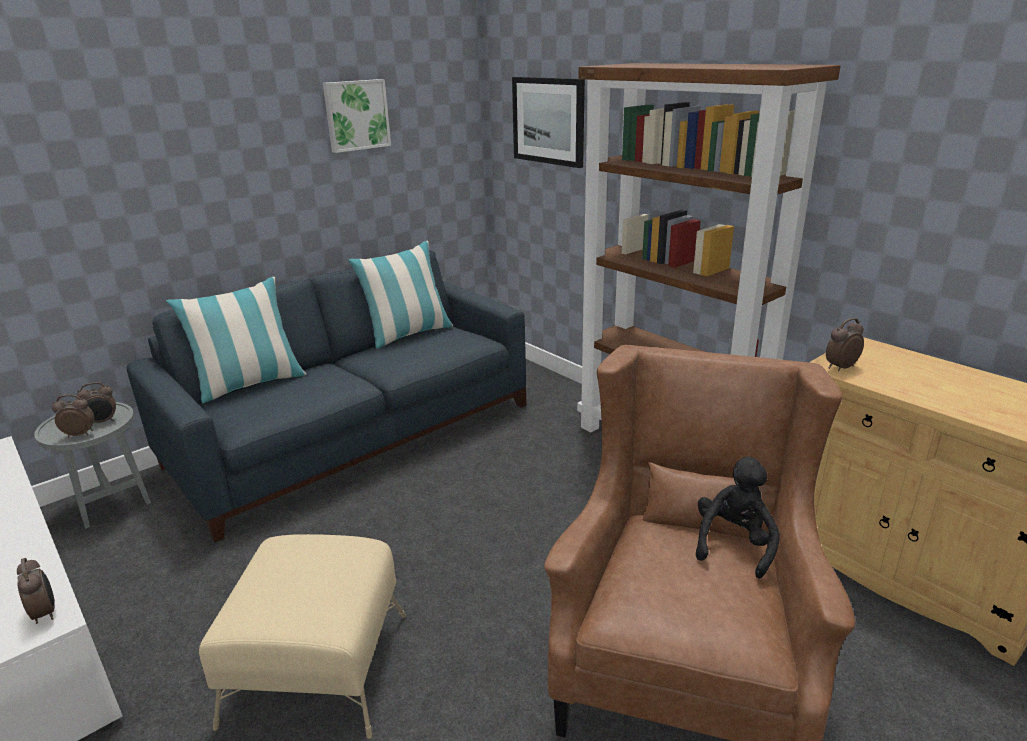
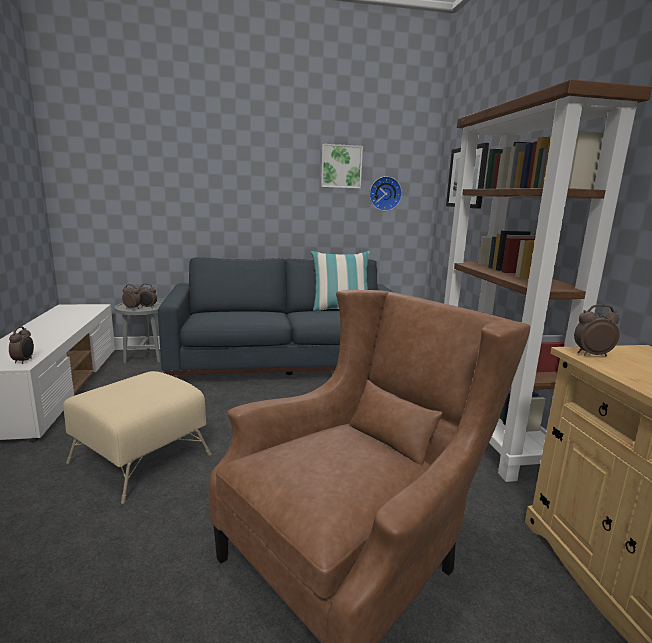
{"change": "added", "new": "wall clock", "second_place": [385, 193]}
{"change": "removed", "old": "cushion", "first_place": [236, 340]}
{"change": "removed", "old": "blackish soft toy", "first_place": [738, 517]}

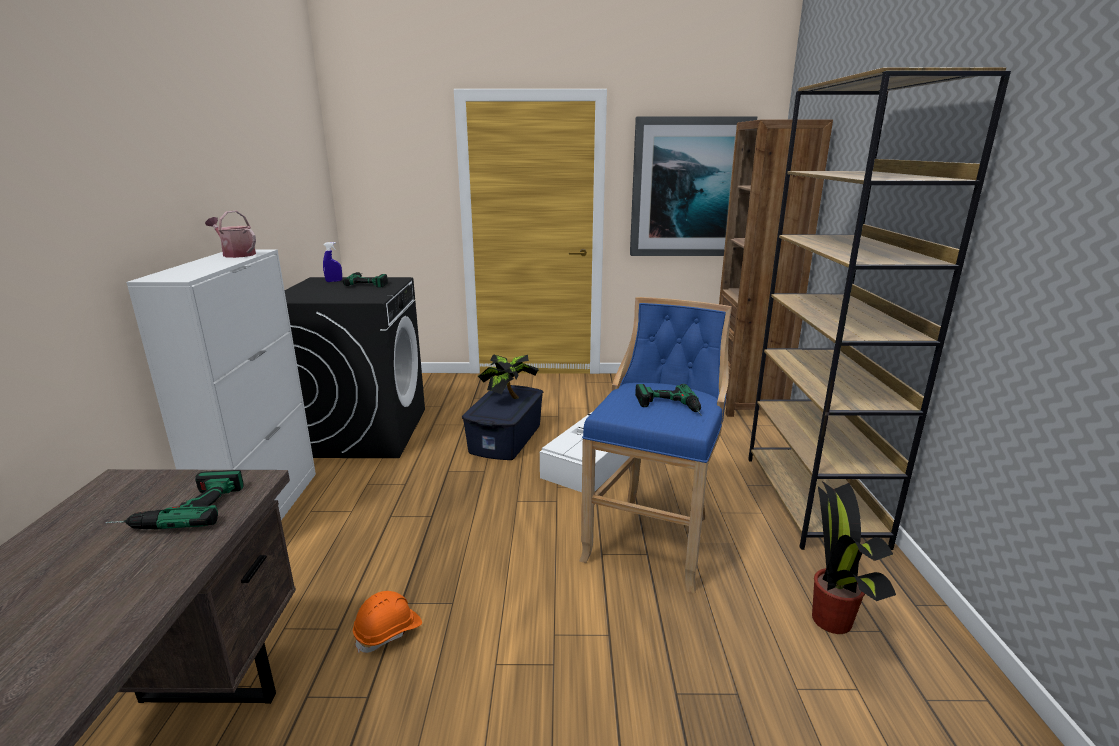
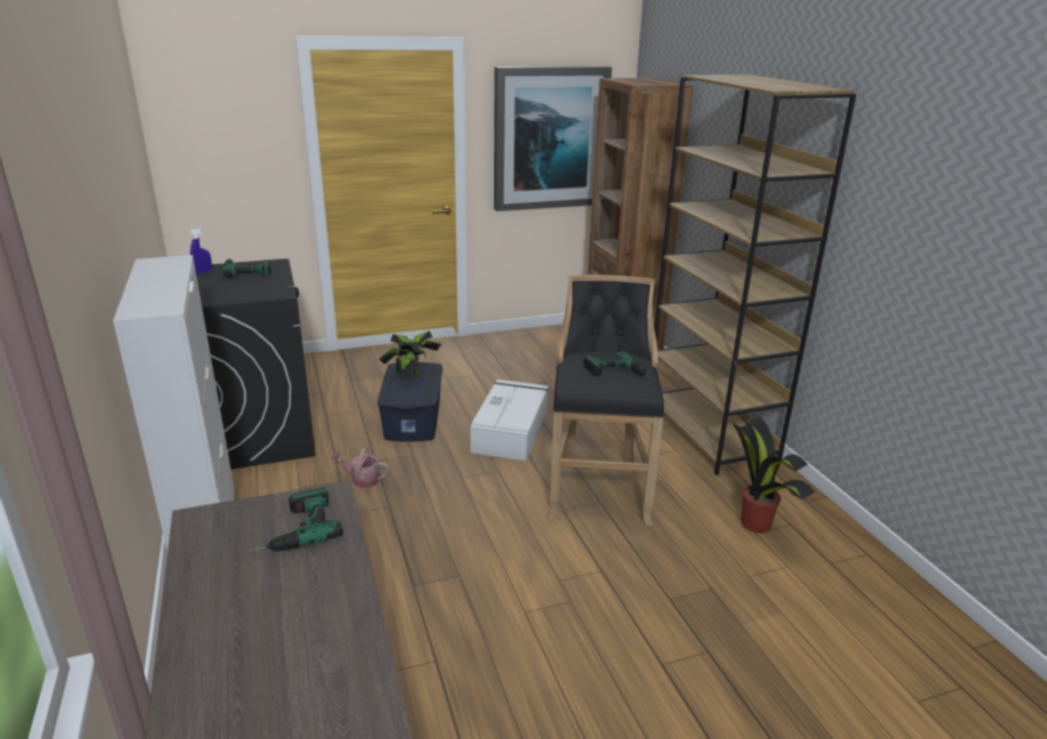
{"change": "moved", "old": "sprinkling can", "first_place": [230, 234], "second_place": [360, 467]}
{"change": "recoloured", "old": "blue-coloured stool seat", "new": "blackish stool seat", "first_place": [655, 445], "second_place": [606, 400]}
{"change": "removed", "old": "orange-coloured work helmet", "first_place": [387, 622]}

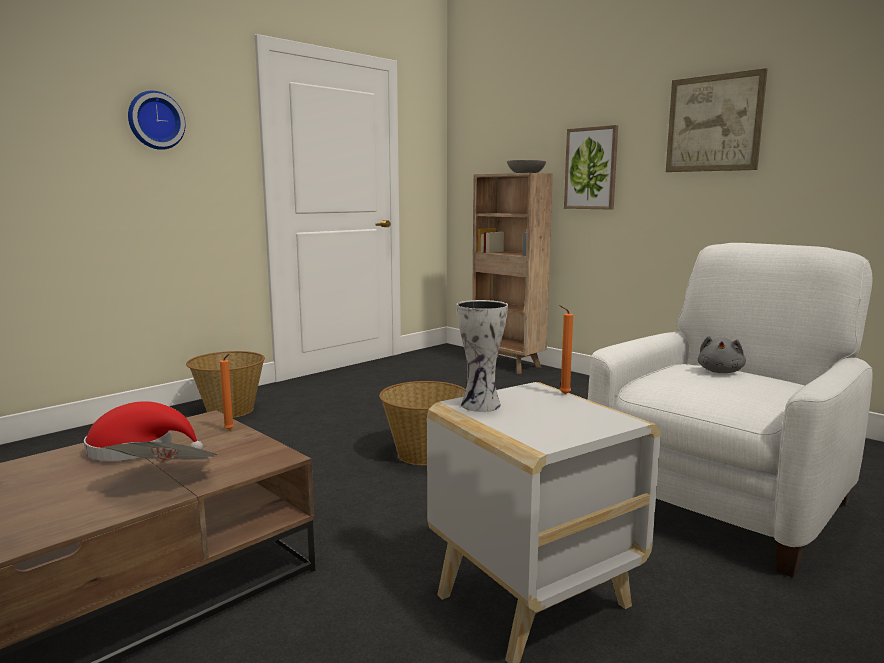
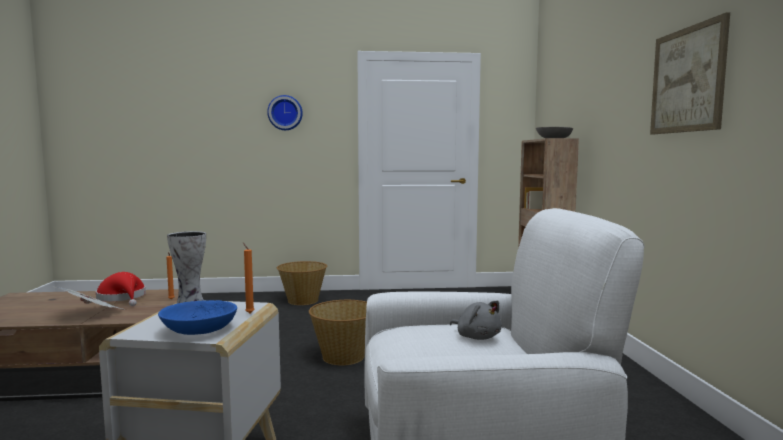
{"change": "added", "new": "blue-coloured deep dish", "second_place": [197, 317]}
{"change": "turned", "old": "grey soft toy", "first_place": [722, 354], "second_place": [476, 320], "degrees": -105}
{"change": "removed", "old": "picture", "first_place": [591, 167]}

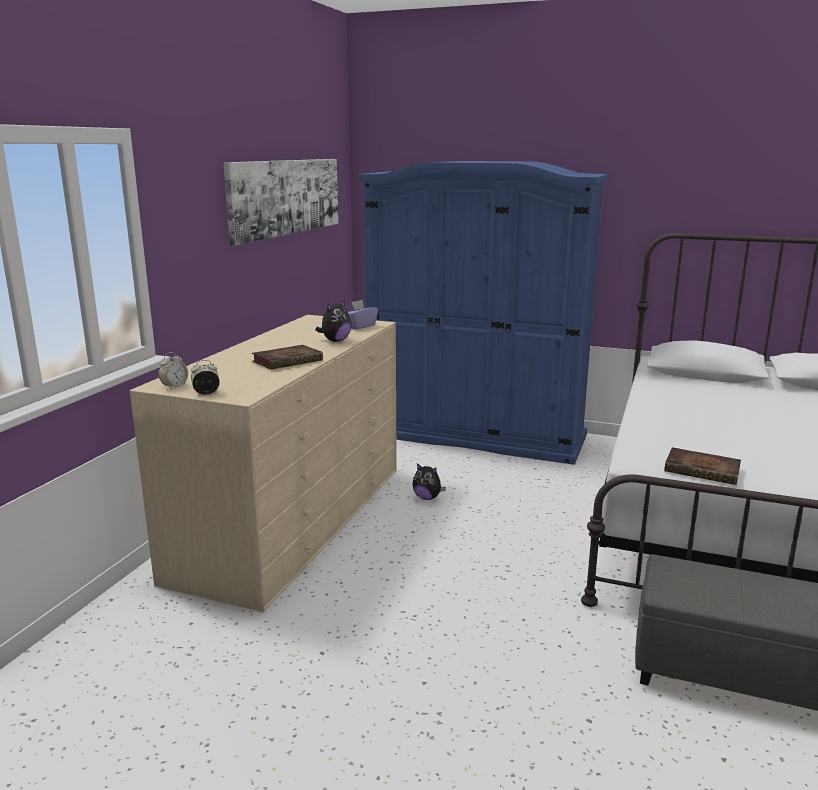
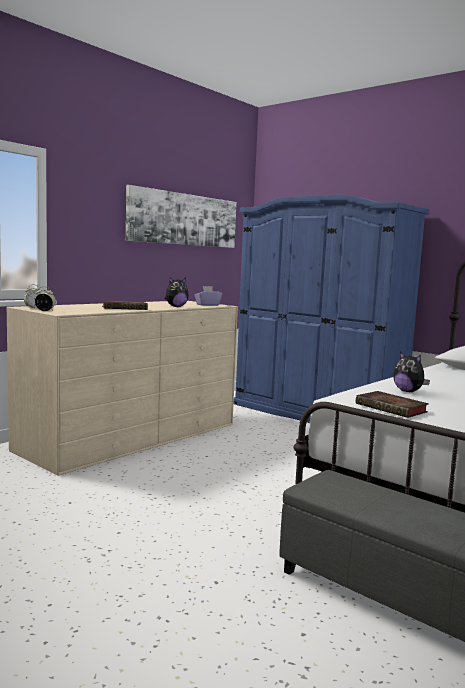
{"change": "moved", "old": "soft toy", "first_place": [429, 481], "second_place": [411, 371]}

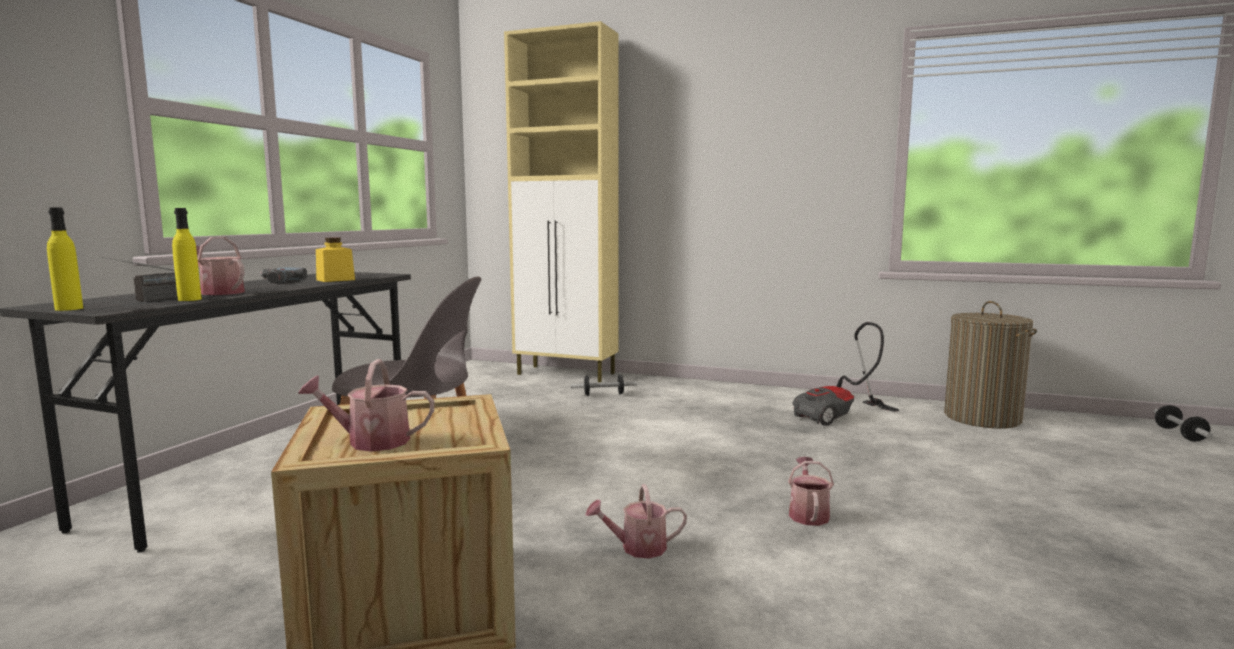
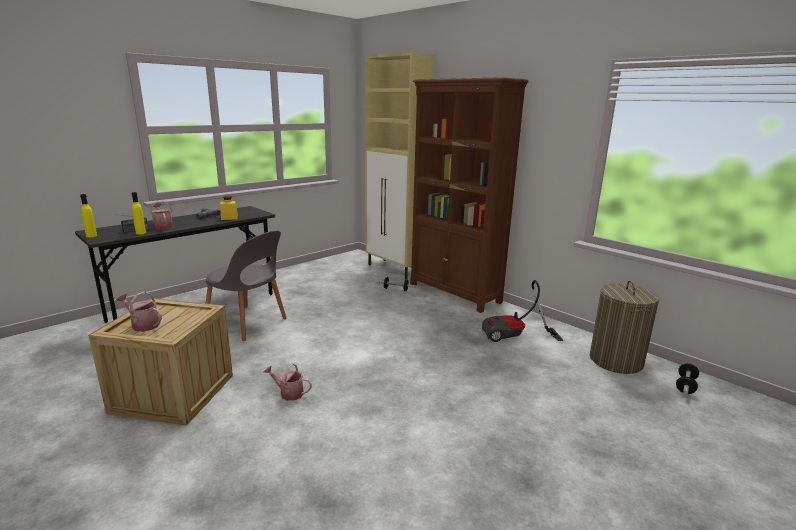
{"change": "added", "new": "brown bookcase", "second_place": [469, 195]}
{"change": "moved", "old": "dumbbell", "first_place": [1183, 423], "second_place": [687, 378]}
{"change": "removed", "old": "sprinkling can", "first_place": [811, 491]}

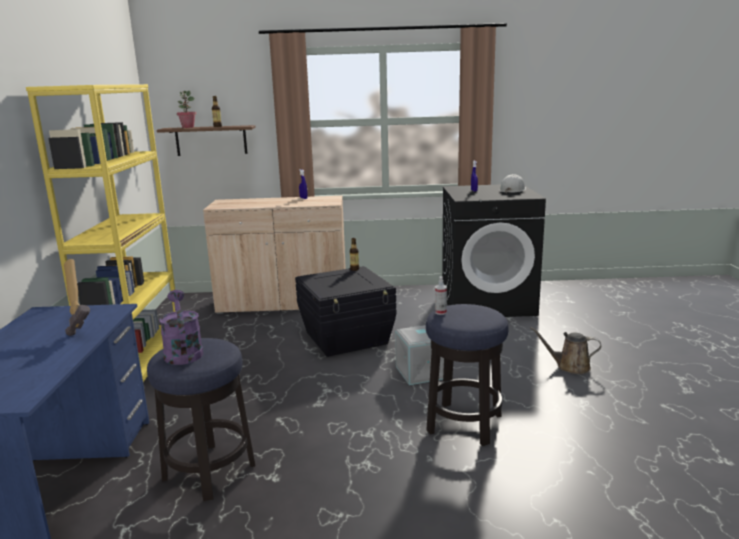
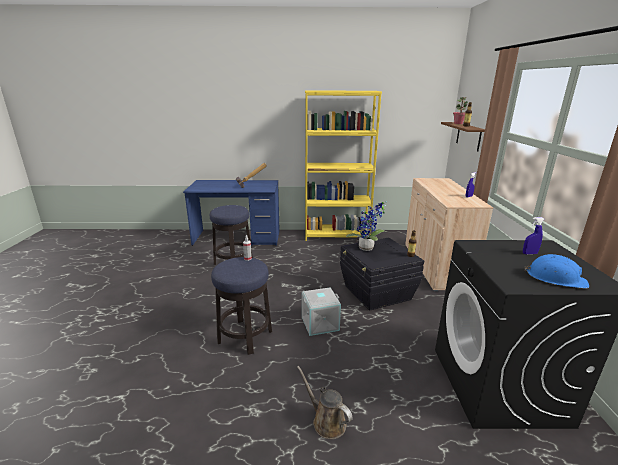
{"change": "turned", "old": "brown sprinkling can", "first_place": [565, 350], "second_place": [325, 402], "degrees": -60}
{"change": "added", "new": "houseplant", "second_place": [366, 226]}
{"change": "recoloured", "old": "white work helmet", "new": "blue-coloured work helmet", "first_place": [512, 184], "second_place": [557, 271]}
{"change": "removed", "old": "purplish sprinkling can", "first_place": [181, 327]}

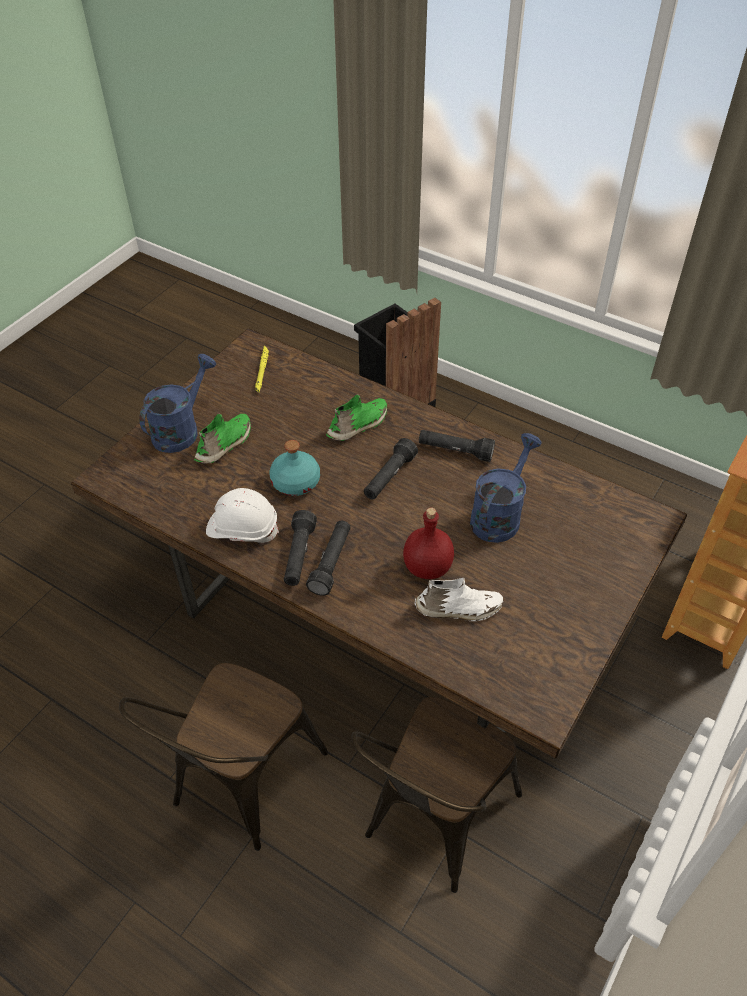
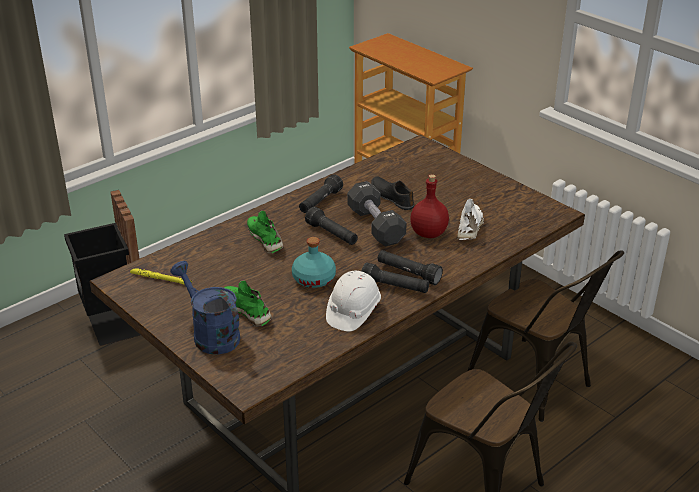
{"change": "added", "new": "blackish dumbbell", "second_place": [377, 213]}
{"change": "replaced", "old": "blue-coloured sprinkling can", "new": "blackish low shoe", "first_place": [506, 488], "second_place": [392, 193]}

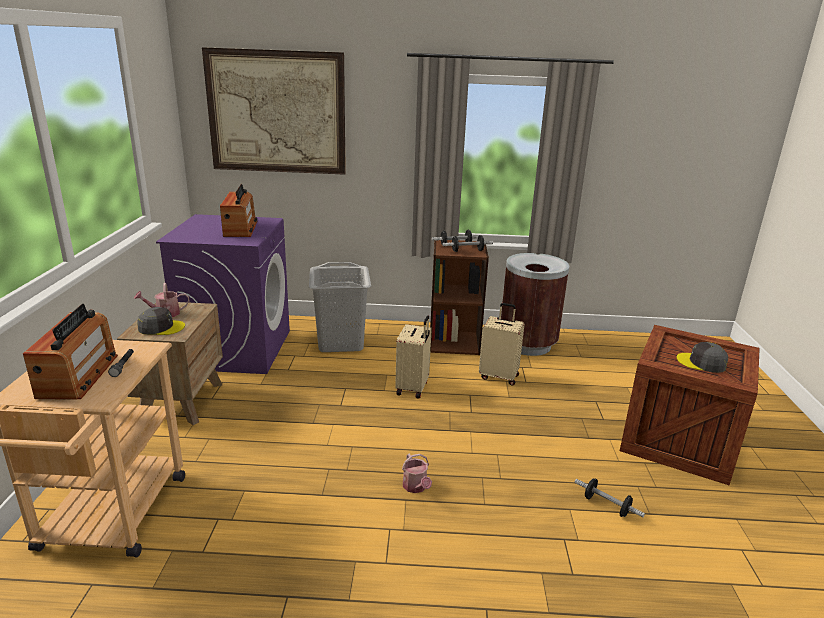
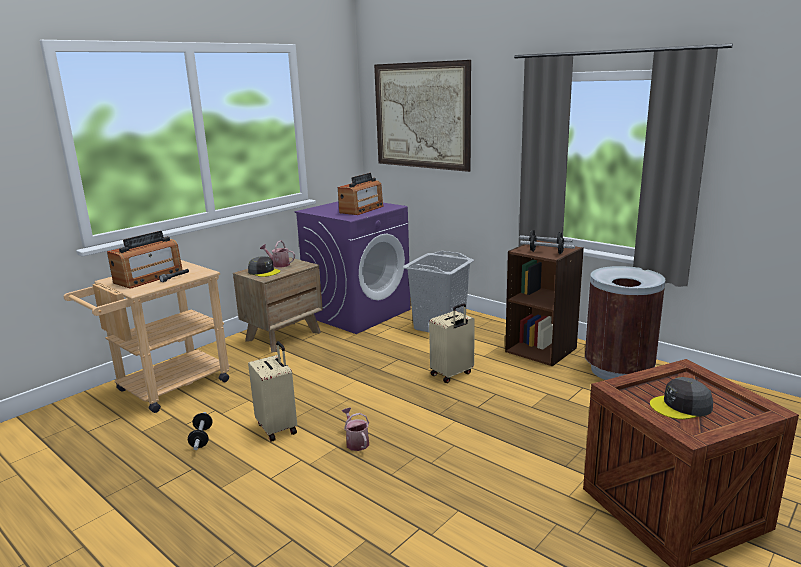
{"change": "moved", "old": "dumbbell", "first_place": [609, 497], "second_place": [200, 431]}
{"change": "moved", "old": "beige-coloured piece of luggage", "first_place": [502, 344], "second_place": [272, 391]}
{"change": "turned", "old": "sprinkling can", "first_place": [417, 473], "second_place": [355, 429], "degrees": 135}
{"change": "turned", "old": "grey baseball cap", "first_place": [702, 357], "second_place": [681, 398], "degrees": -75}

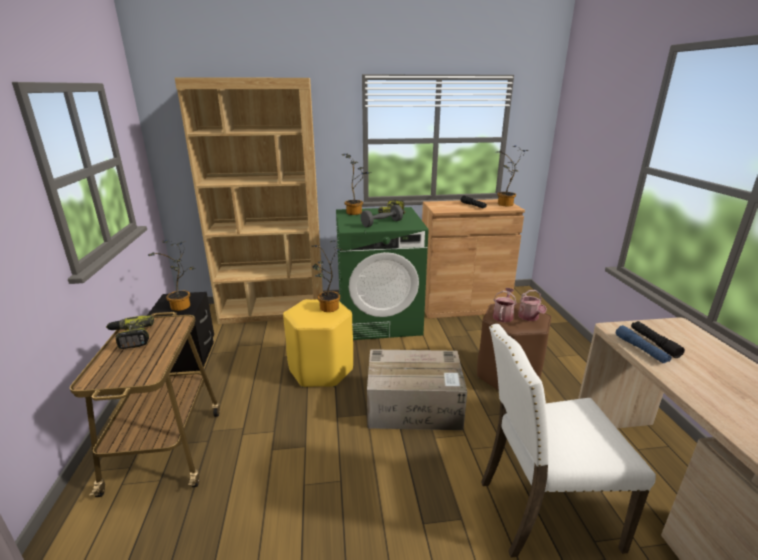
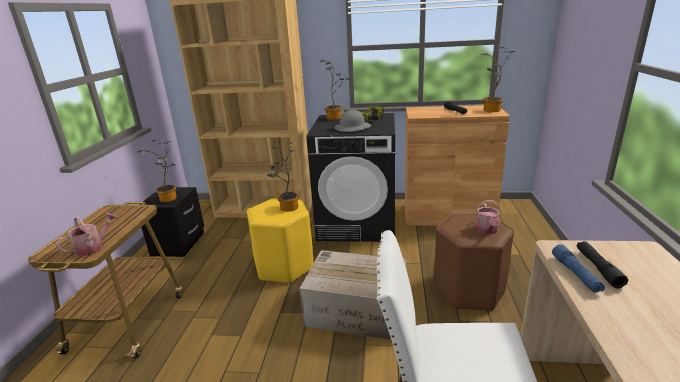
{"change": "moved", "old": "sprinkling can", "first_place": [505, 305], "second_place": [86, 234]}
{"change": "recoloured", "old": "green-coloured washing machine", "new": "blackish washing machine", "first_place": [382, 273], "second_place": [350, 177]}
{"change": "replaced", "old": "grey dumbbell", "new": "grey work helmet", "first_place": [382, 216], "second_place": [352, 121]}
{"change": "removed", "old": "drill", "first_place": [130, 332]}

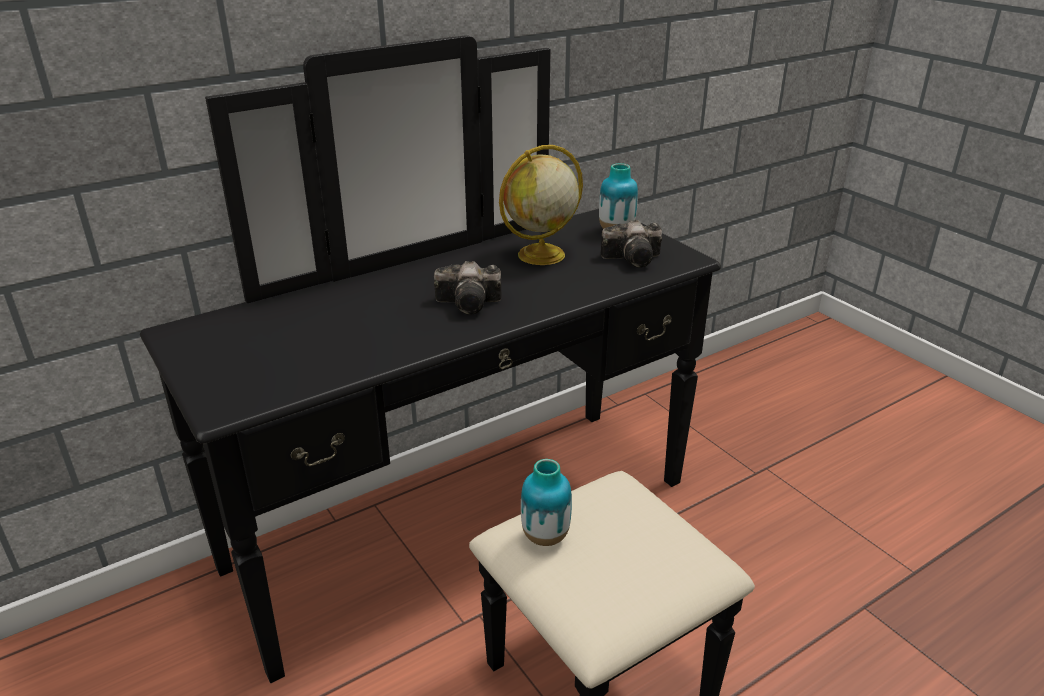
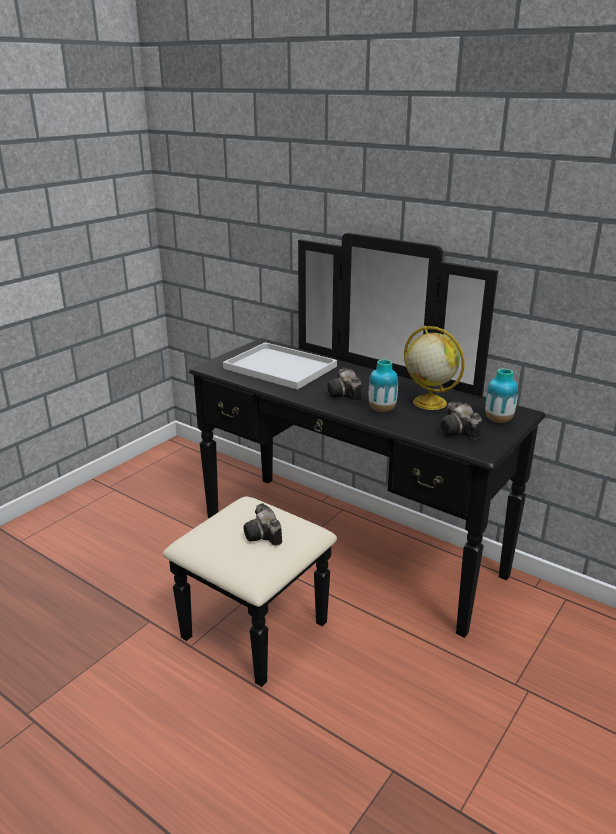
{"change": "added", "new": "white serving tray", "second_place": [280, 366]}
{"change": "added", "new": "photo camera", "second_place": [262, 524]}
{"change": "moved", "old": "flower vase", "first_place": [546, 502], "second_place": [383, 385]}

